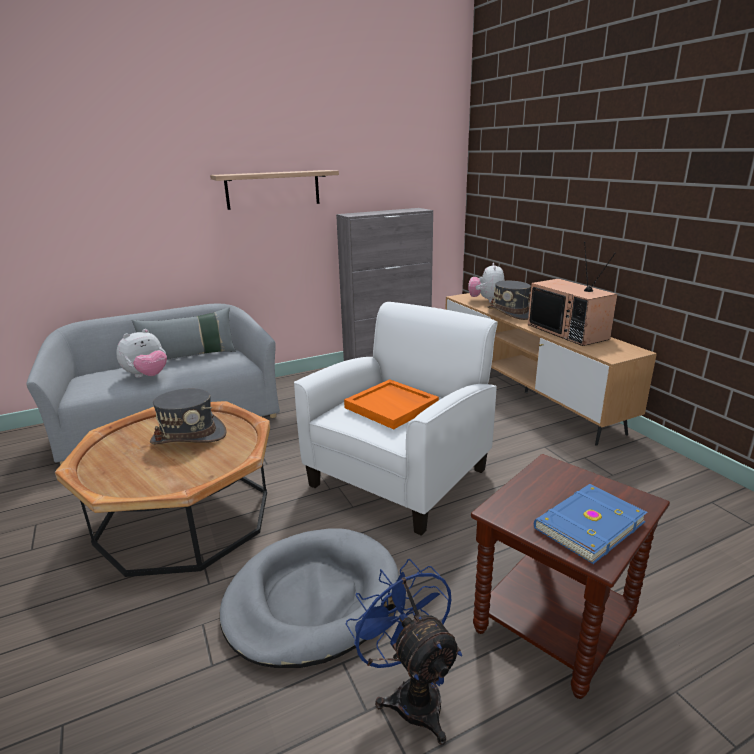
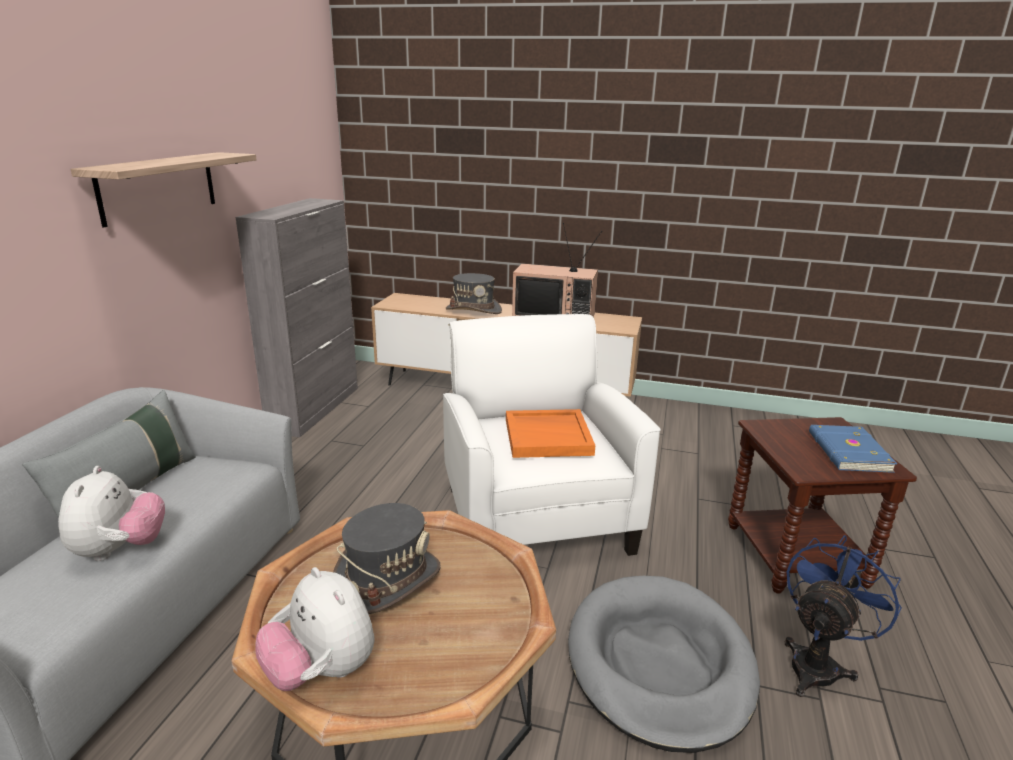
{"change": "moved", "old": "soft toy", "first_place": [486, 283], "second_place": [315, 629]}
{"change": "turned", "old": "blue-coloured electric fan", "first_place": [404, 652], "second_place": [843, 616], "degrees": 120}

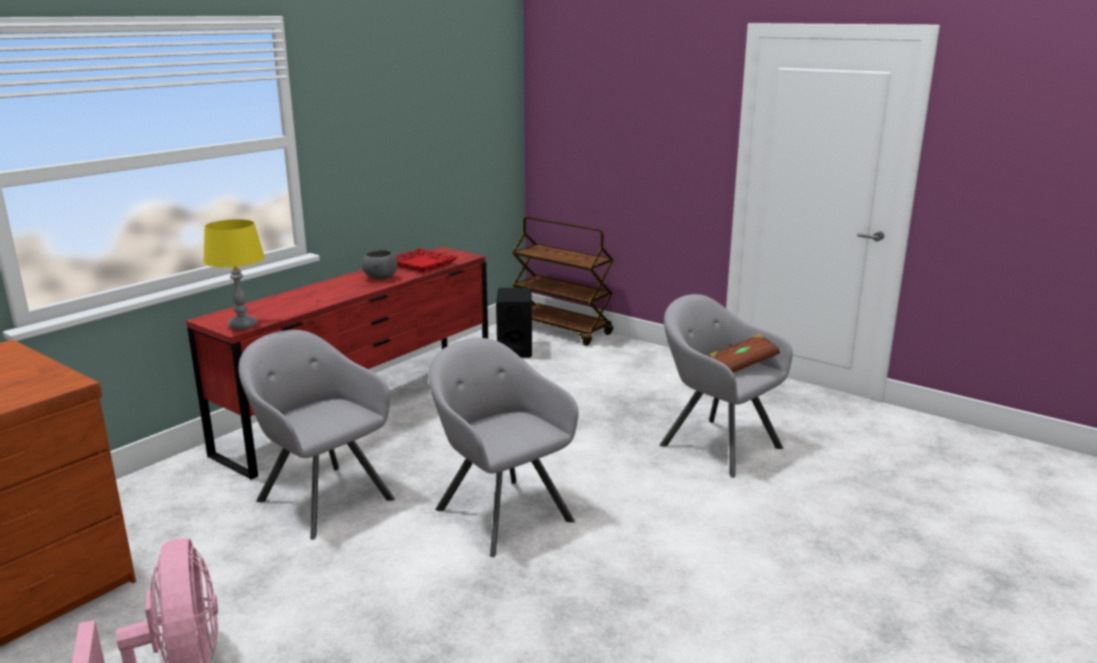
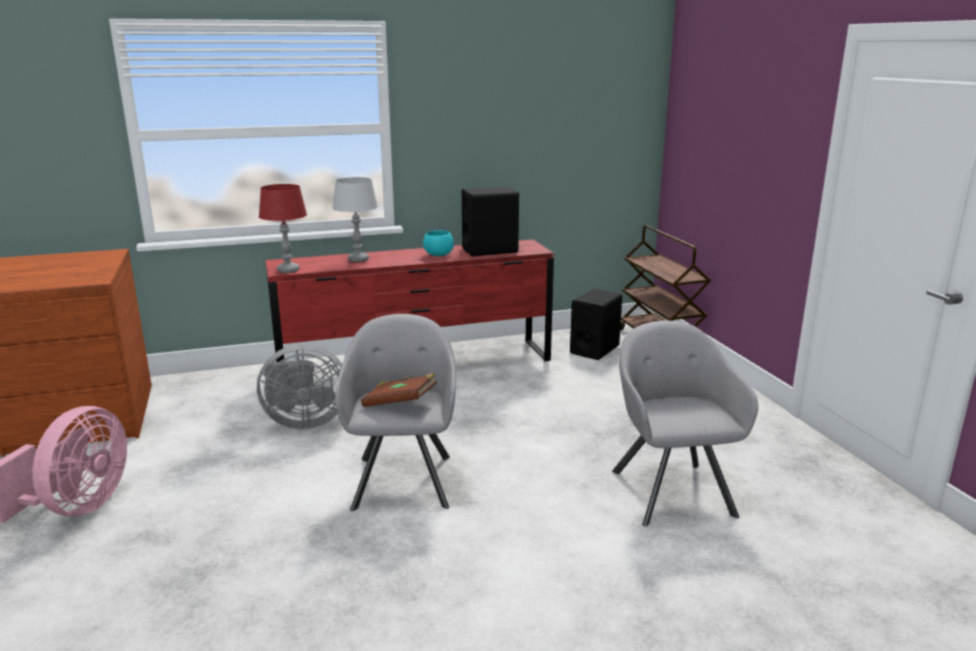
{"change": "replaced", "old": "grey lounge chair", "new": "grey electric fan", "first_place": [317, 435], "second_place": [299, 386]}
{"change": "recoloured", "old": "yellowish lamp for a table", "new": "reddish lamp for a table", "first_place": [234, 274], "second_place": [283, 228]}
{"change": "added", "new": "grey lamp for a table", "second_place": [355, 219]}
{"change": "moved", "old": "brown book", "first_place": [744, 353], "second_place": [399, 390]}
{"change": "recoloured", "old": "grey deep dish", "new": "blue-green deep dish", "first_place": [380, 265], "second_place": [438, 243]}
{"change": "replaced", "old": "reddish serving tray", "new": "blackish audio speaker", "first_place": [426, 260], "second_place": [490, 221]}

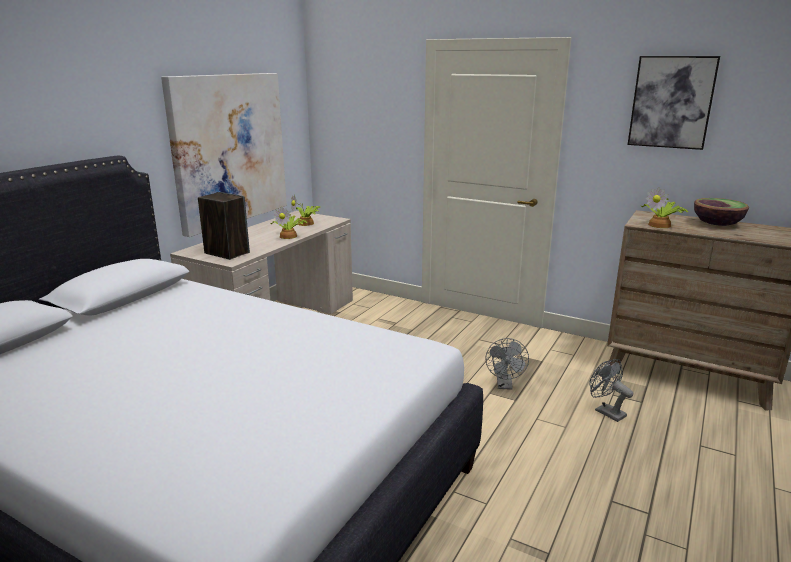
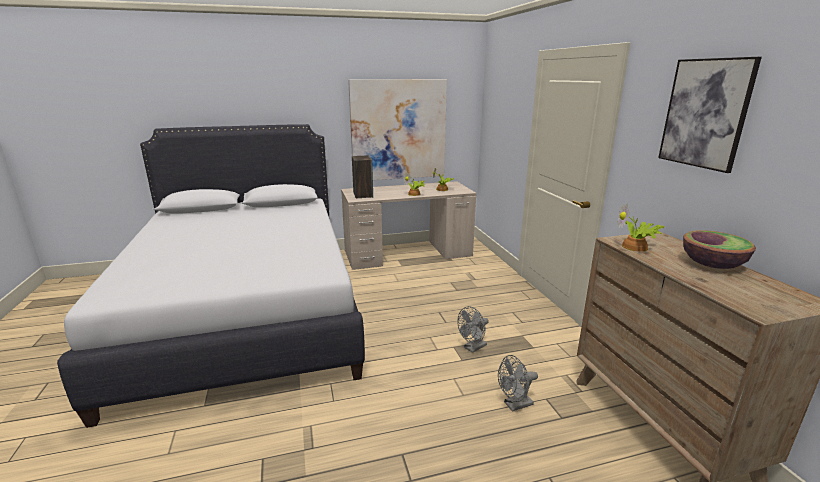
{"change": "turned", "old": "grey electric fan", "first_place": [611, 390], "second_place": [518, 383], "degrees": -120}

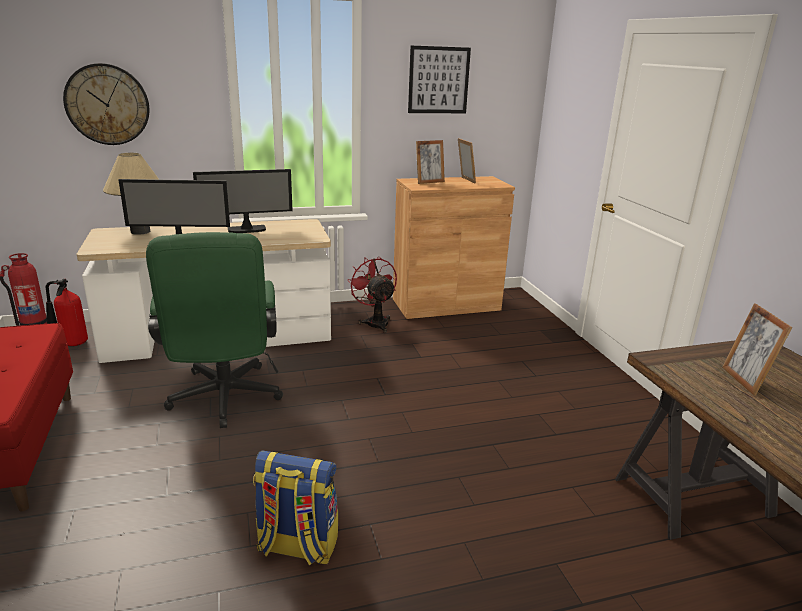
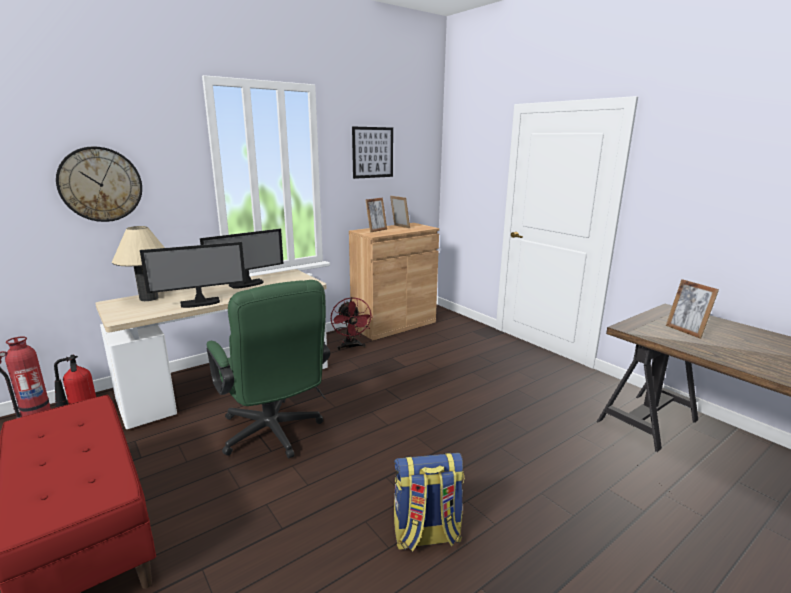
{"change": "turned", "old": "reddish electric fan", "first_place": [372, 294], "second_place": [352, 323], "degrees": -150}

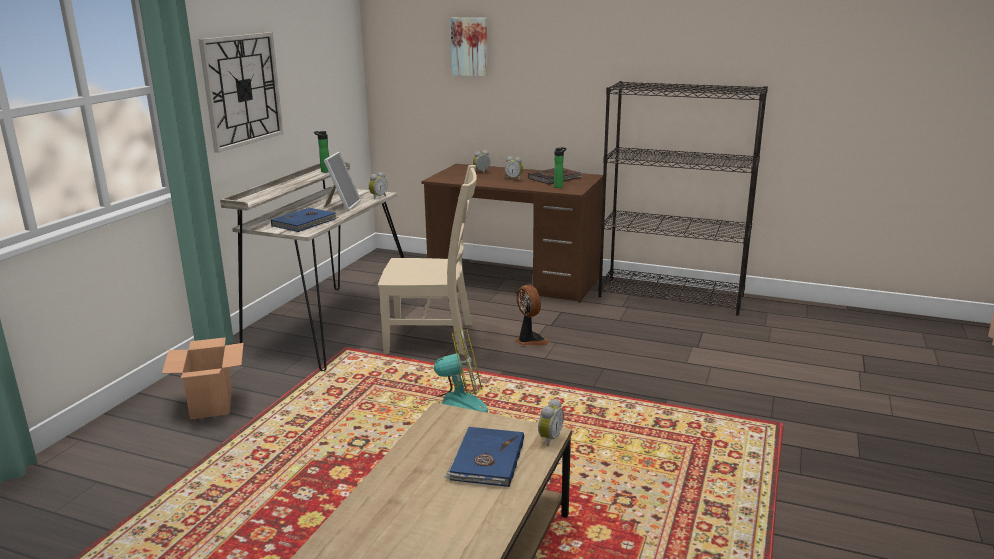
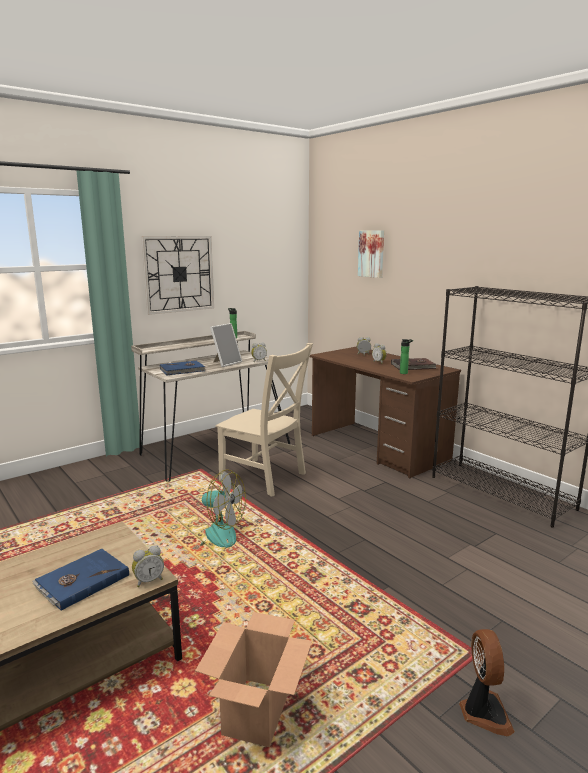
{"change": "moved", "old": "cardboard box", "first_place": [203, 378], "second_place": [253, 679]}
{"change": "moved", "old": "electric fan", "first_place": [532, 315], "second_place": [487, 682]}

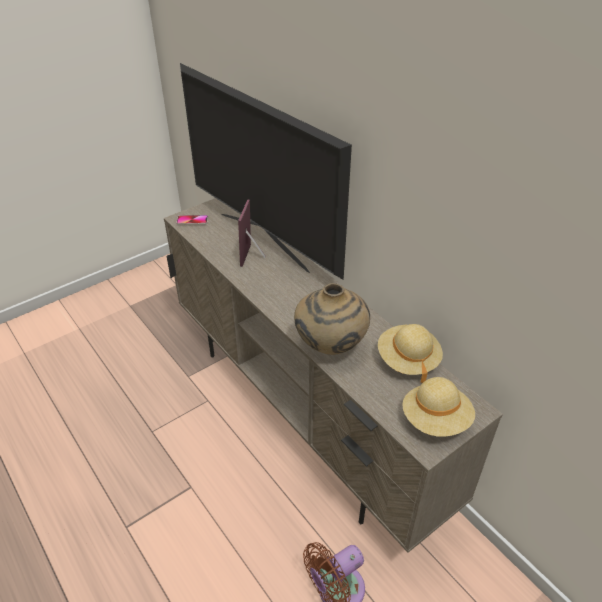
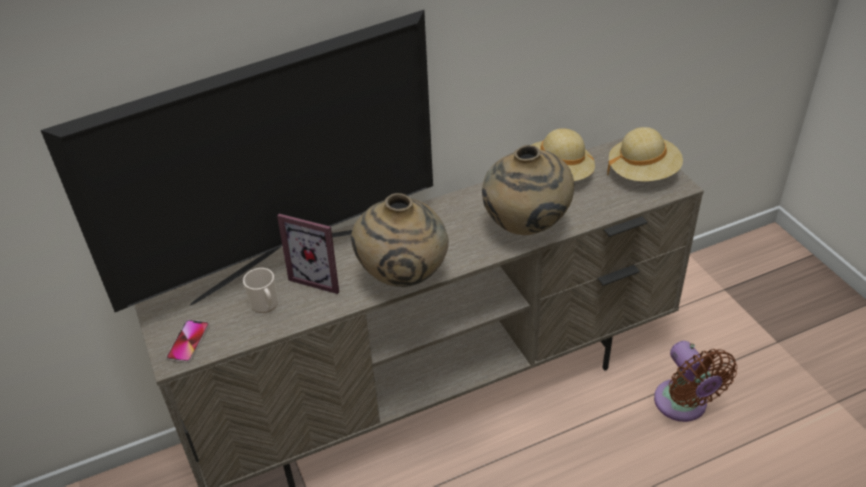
{"change": "added", "new": "coffee mug", "second_place": [260, 290]}
{"change": "added", "new": "beige-coloured flower vase", "second_place": [400, 240]}

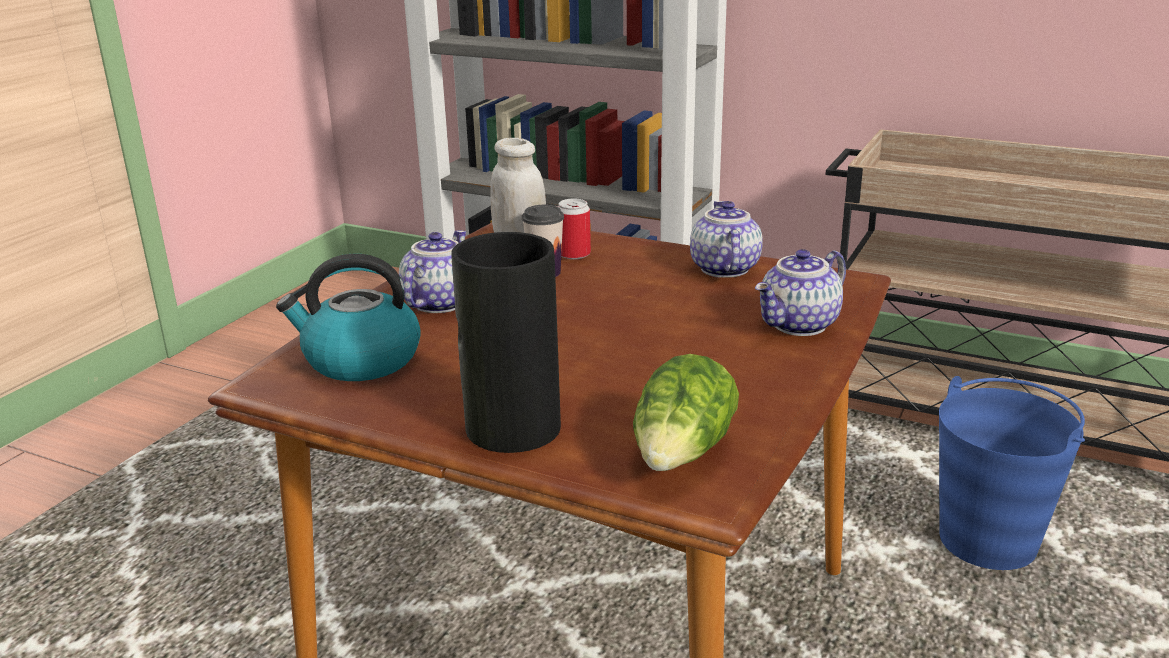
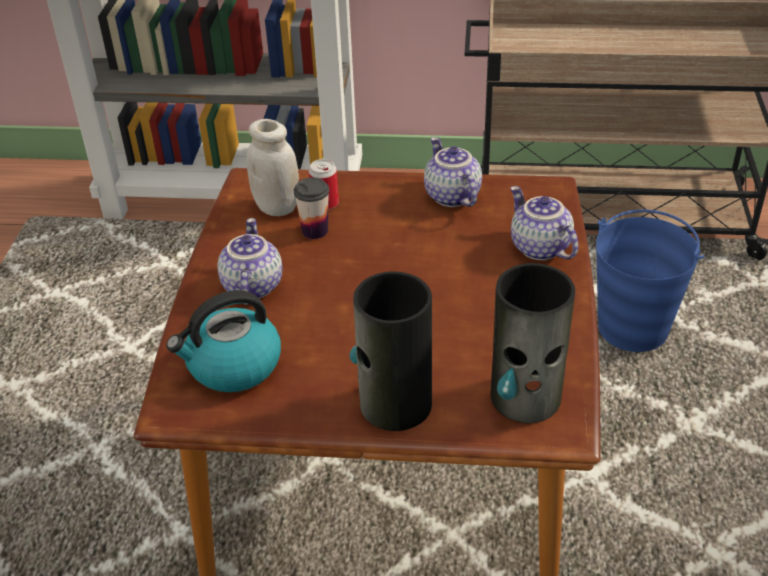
{"change": "replaced", "old": "head of lettuce", "new": "flower vase", "first_place": [686, 412], "second_place": [533, 343]}
{"change": "turned", "old": "pot for tea", "first_place": [800, 292], "second_place": [544, 223], "degrees": 120}

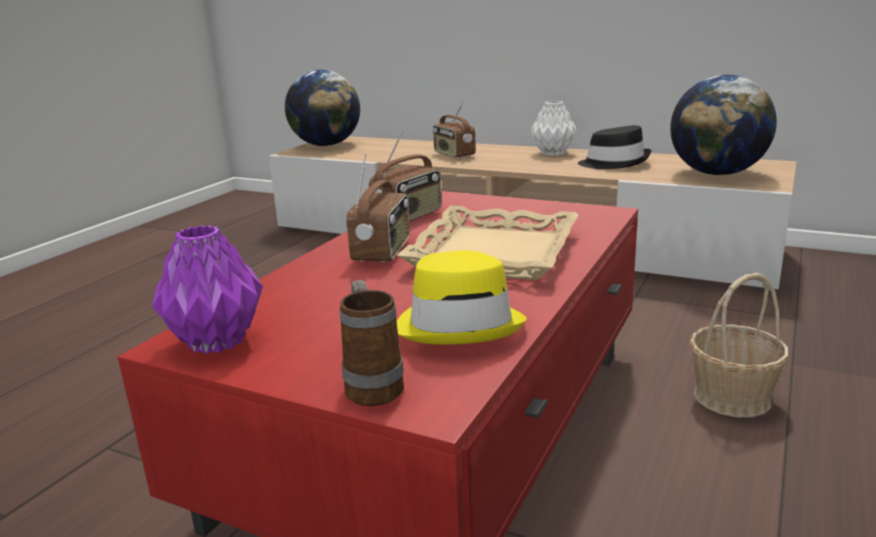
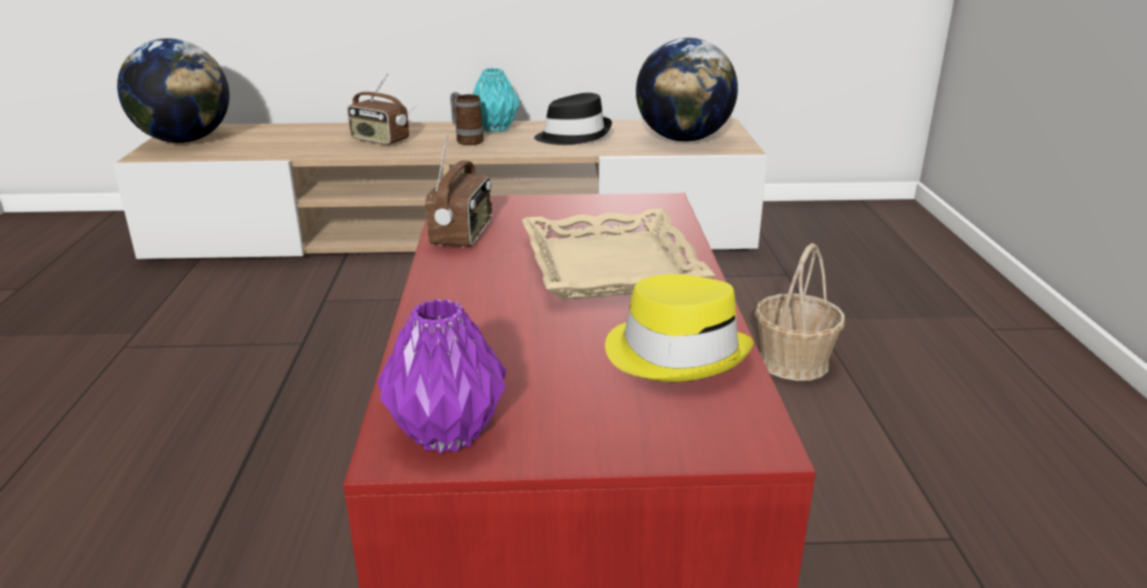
{"change": "moved", "old": "coffee mug", "first_place": [372, 343], "second_place": [467, 118]}
{"change": "recoloured", "old": "white flower vase", "new": "blue-green flower vase", "first_place": [554, 128], "second_place": [496, 100]}
{"change": "removed", "old": "radio set", "first_place": [378, 208]}

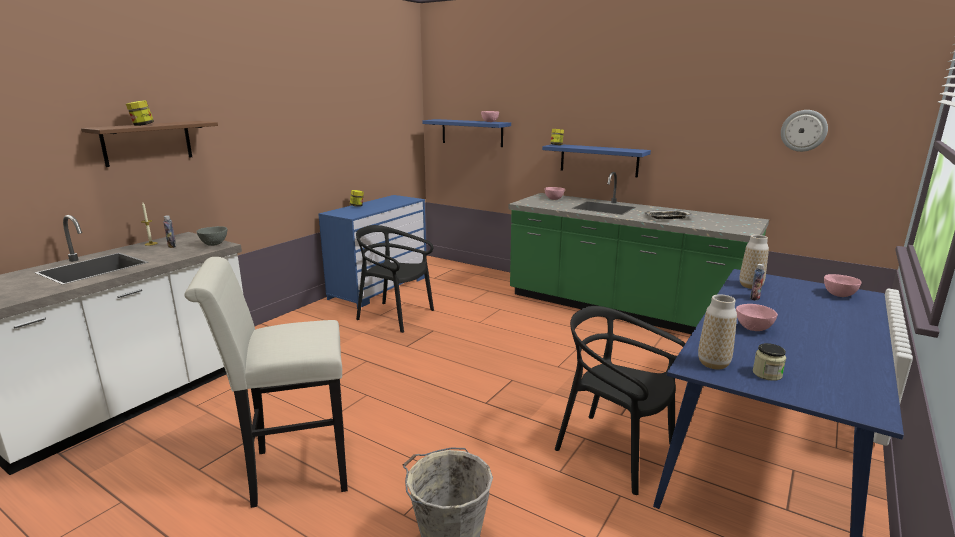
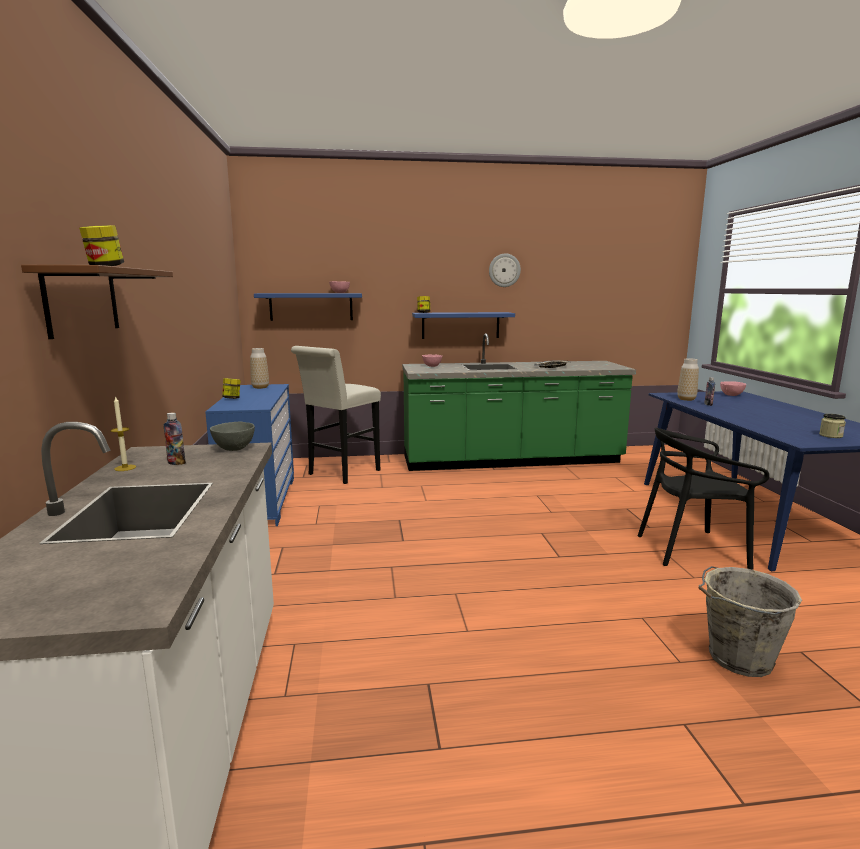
{"change": "moved", "old": "flower vase", "first_place": [717, 331], "second_place": [259, 368]}
{"change": "moved", "old": "white stool seat", "first_place": [266, 382], "second_place": [336, 415]}
{"change": "moved", "old": "wall clock", "first_place": [804, 131], "second_place": [505, 270]}
{"change": "removed", "old": "blackish upright chair", "first_place": [395, 279]}
{"change": "removed", "old": "pinkish deep dish", "first_place": [757, 317]}

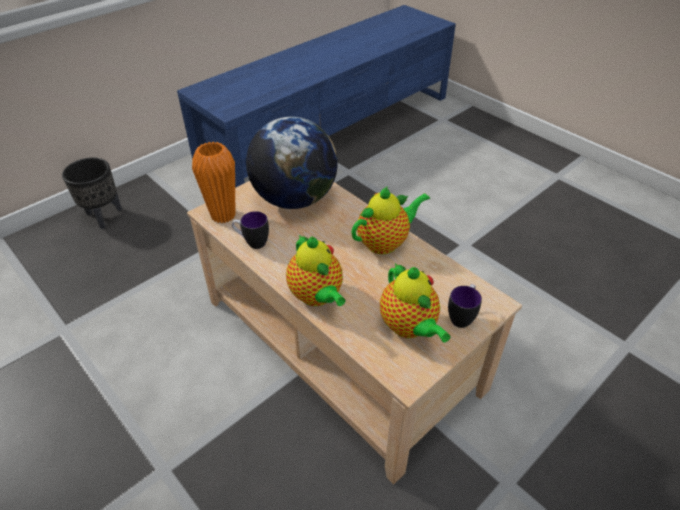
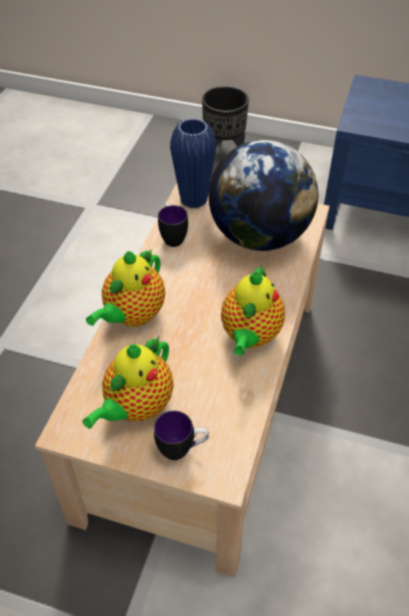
{"change": "recoloured", "old": "orange-coloured flower vase", "new": "blue-coloured flower vase", "first_place": [213, 182], "second_place": [193, 163]}
{"change": "turned", "old": "pot for tea", "first_place": [390, 220], "second_place": [253, 310], "degrees": 75}

